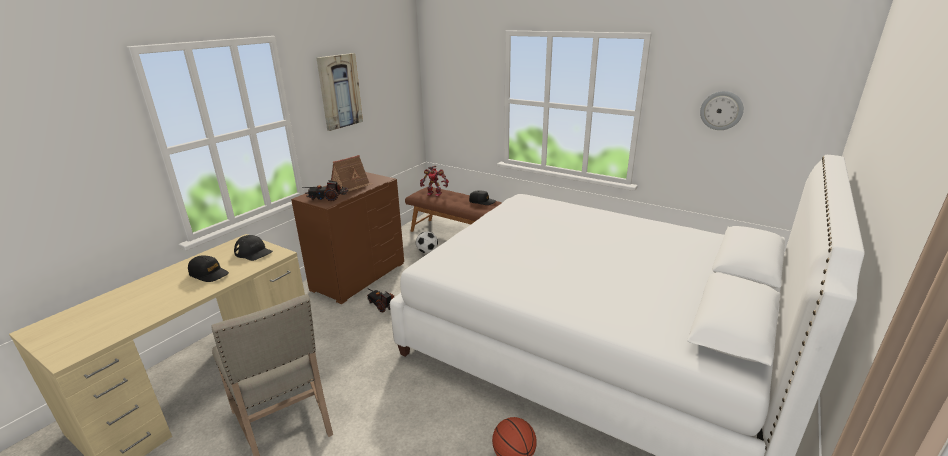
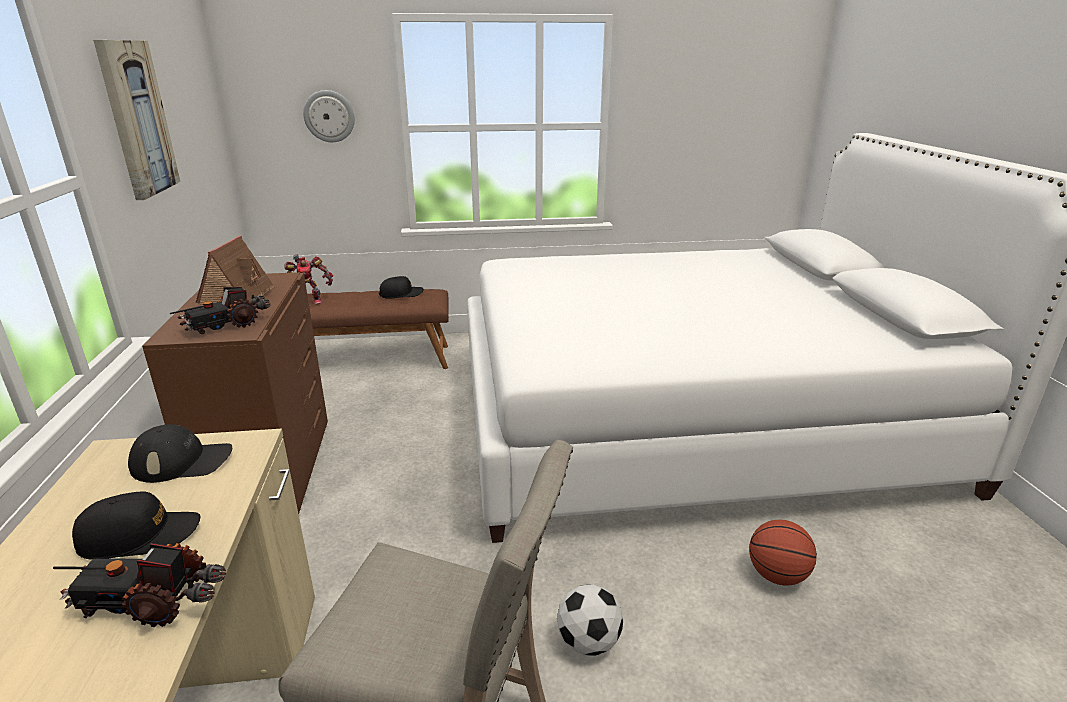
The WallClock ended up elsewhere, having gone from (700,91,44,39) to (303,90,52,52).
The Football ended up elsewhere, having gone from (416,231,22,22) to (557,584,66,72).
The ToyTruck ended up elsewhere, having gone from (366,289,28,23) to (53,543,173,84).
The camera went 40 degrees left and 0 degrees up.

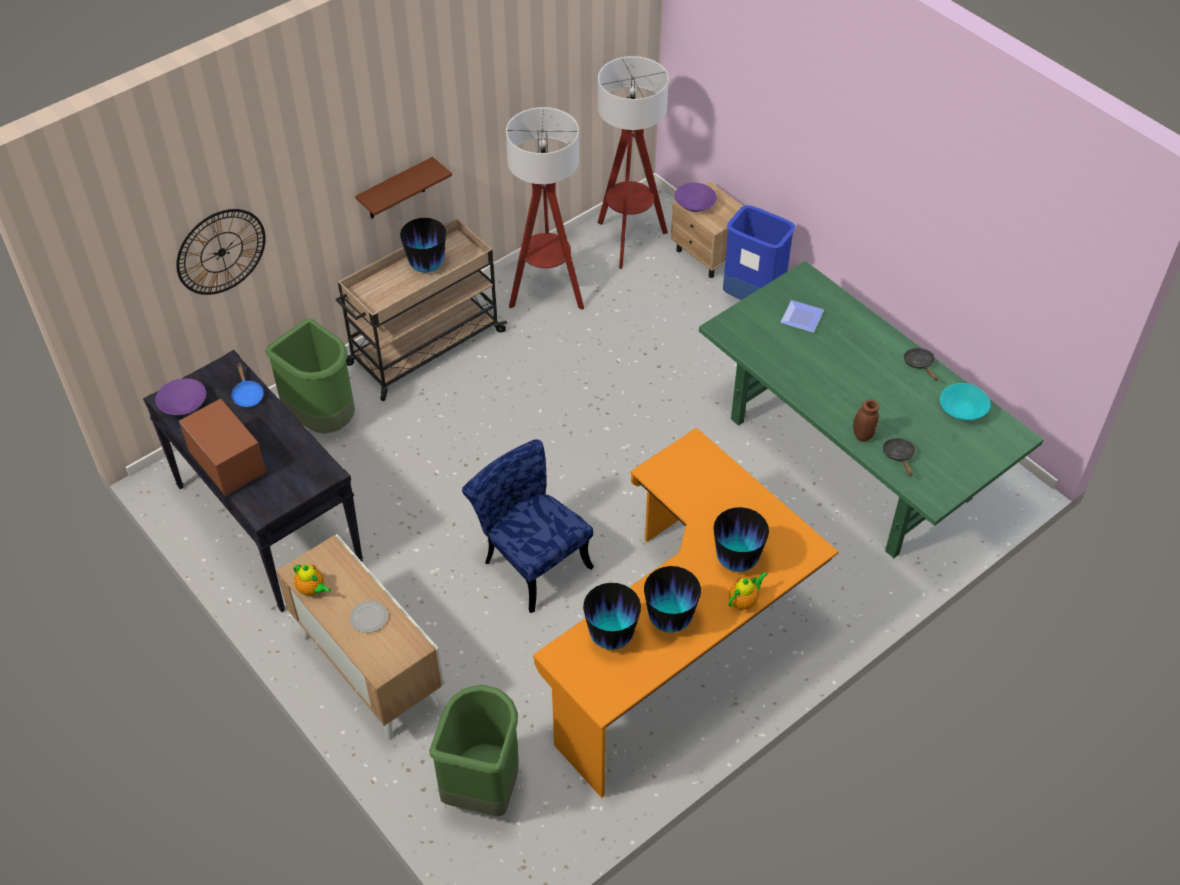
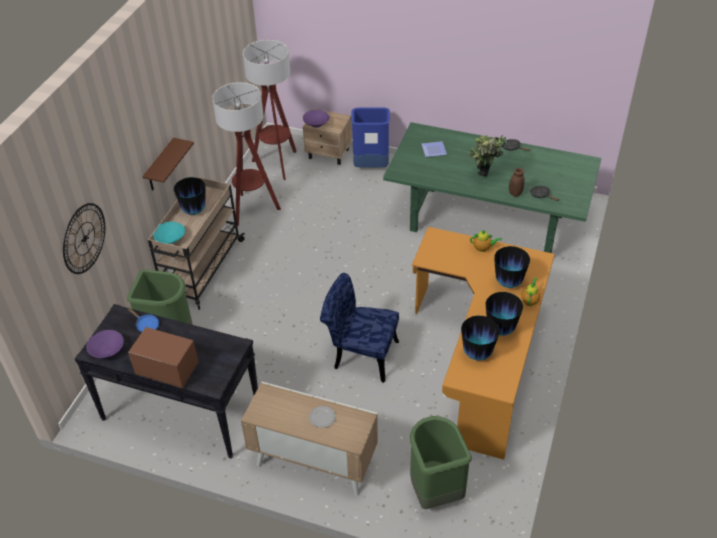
The TurquoiseBowl ended up elsewhere, having gone from (940,383,51,37) to (153,221,32,23).
The Teapot ended up elsewhere, having gone from (293,564,38,32) to (470,230,32,22).
The second view gained the PottedPlant at (468,135,40,42).
The camera went 30 degrees left and 5 degrees down.

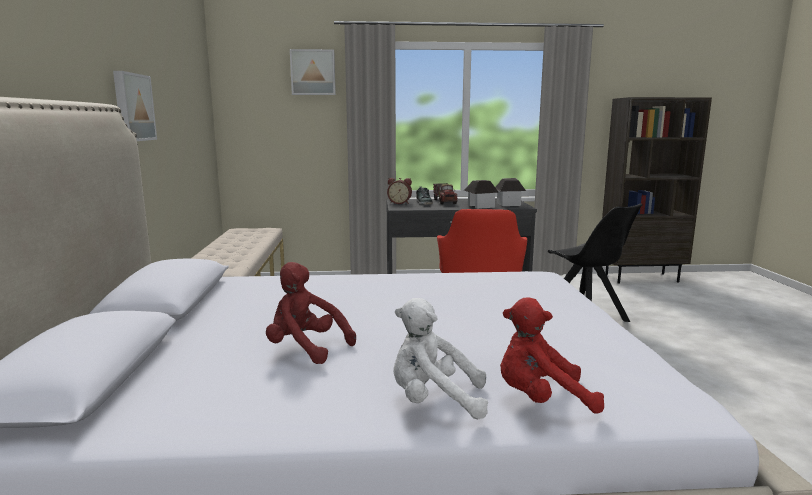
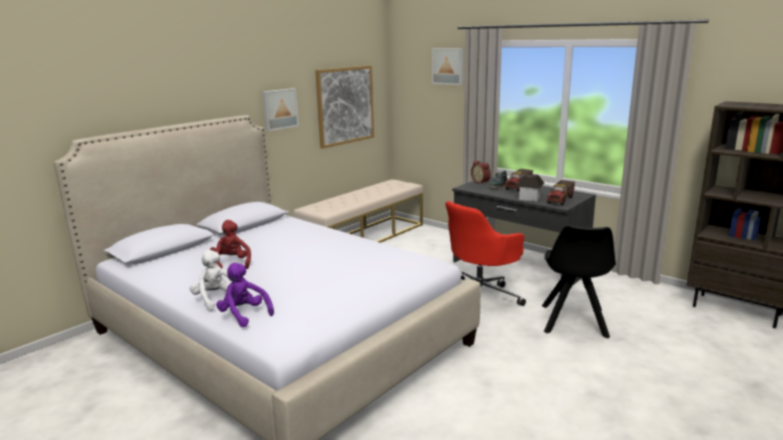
Where the ToyHouse stood at (495,178,31,28), the ToyTruck came to stand at (547,180,28,25).
What was the RedPlushToy at (500,297,104,117) turned into the PurplePlushToy at (216,263,58,64).
The second view gained the Picture at (315,65,59,84).
The camera went 45 degrees right and 5 degrees up.

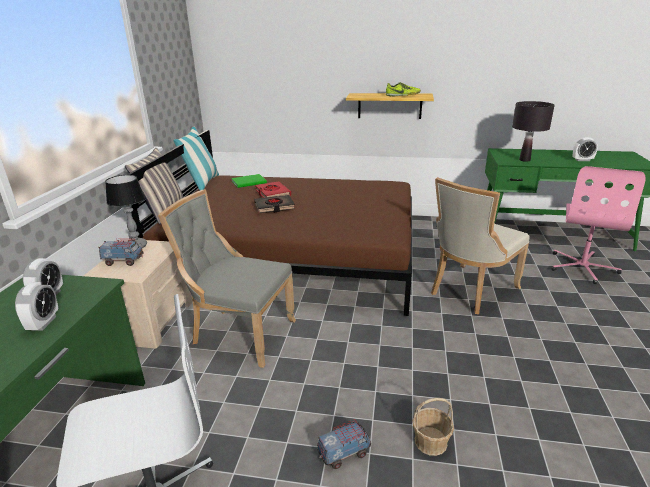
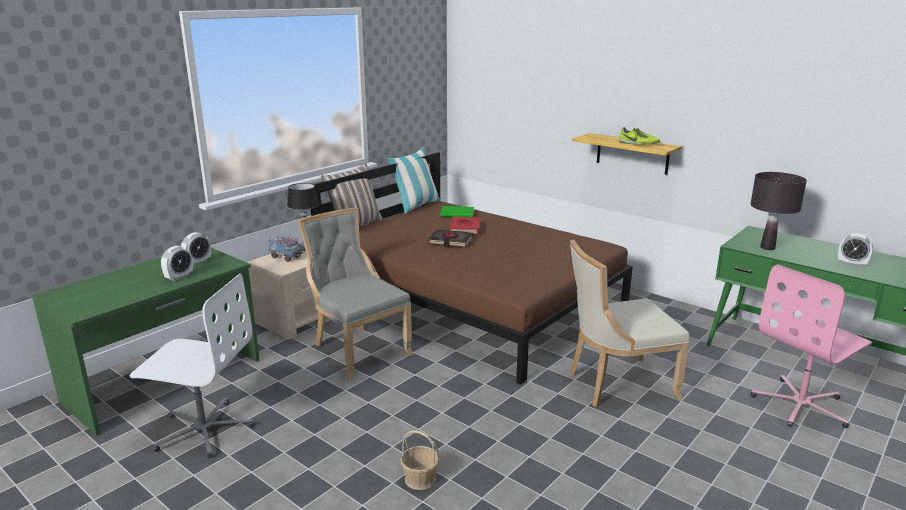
The second view lost the ToyTruck at (317,419,54,50).
The camera went 30 degrees right and 5 degrees down.

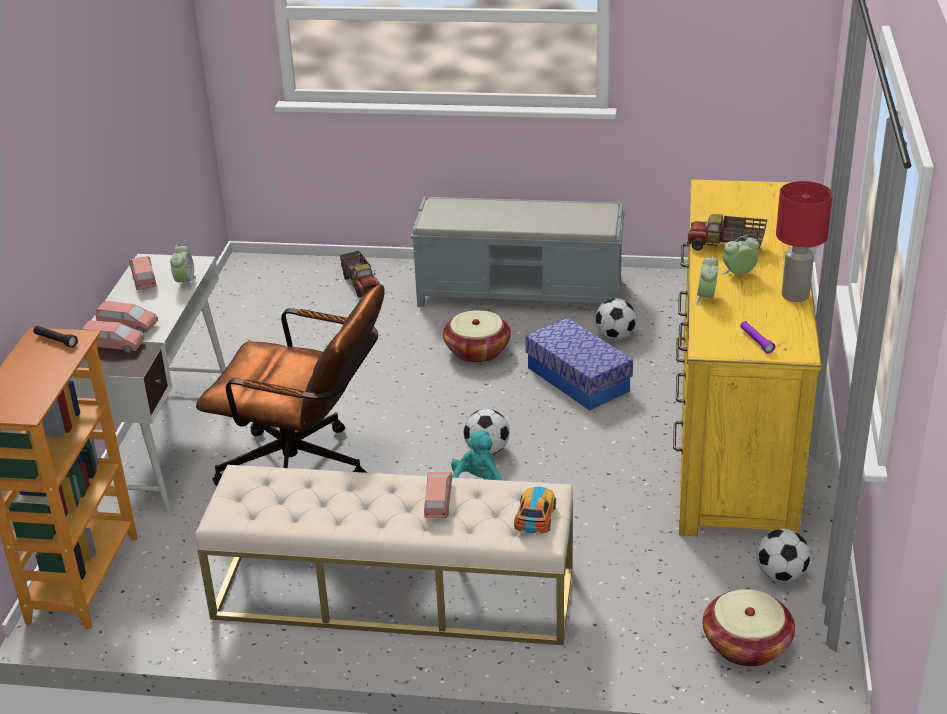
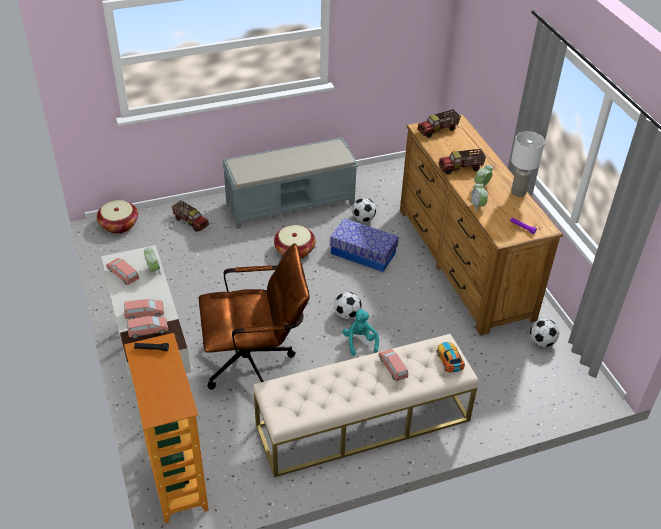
What was the YellowDresser at (673,180,149,356) turned into the BrownDresser at (400,115,163,221).
What was the RedTableLamp at (776,181,57,121) turned into the WhiteTableLamp at (511,131,34,66).
The Basket ended up elsewhere, having gone from (703,589,92,78) to (97,200,41,34).
The second view gained the ToyTruck at (417,109,44,29).
The camera went 30 degrees left and 10 degrees up.

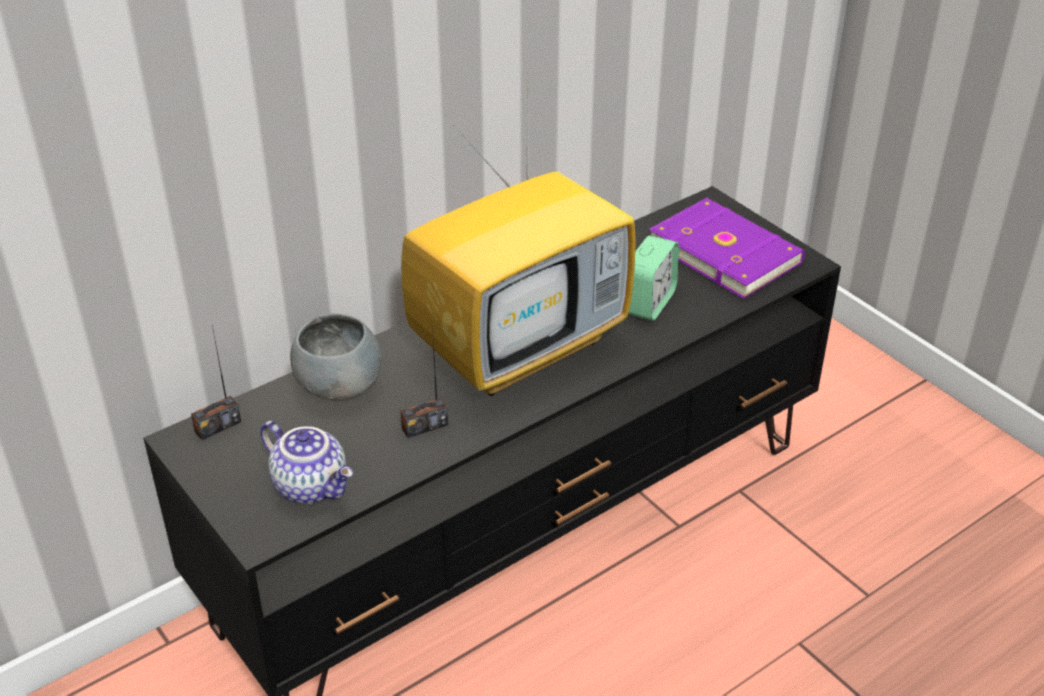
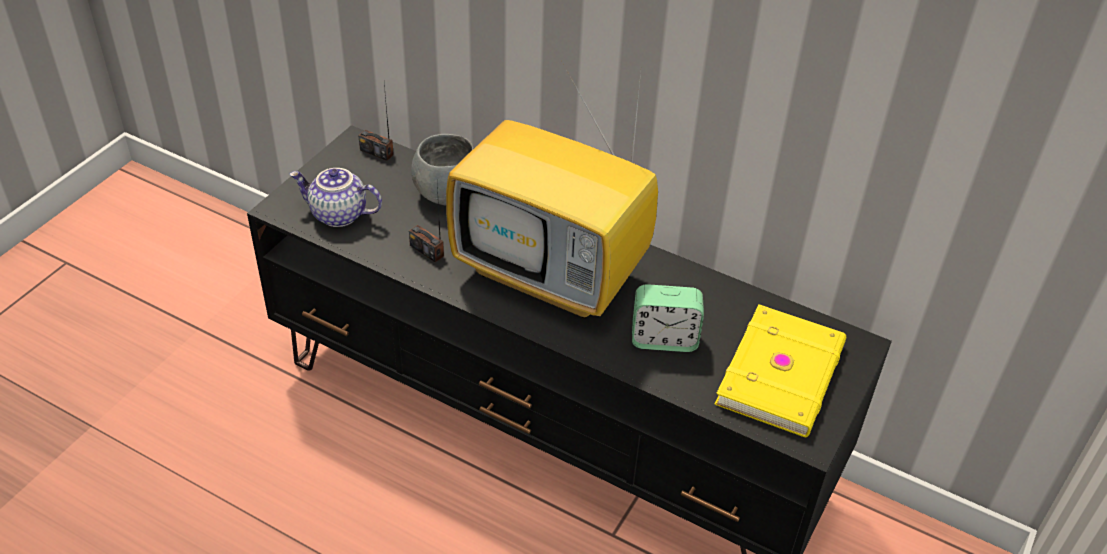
What was the PurpleBook at (649,198,156,101) turned into the YellowBook at (714,304,132,133).
The Teapot at (260,421,93,83) ended up facing another way, 90 degrees clockwise from before.
The camera went 65 degrees right and 5 degrees up.

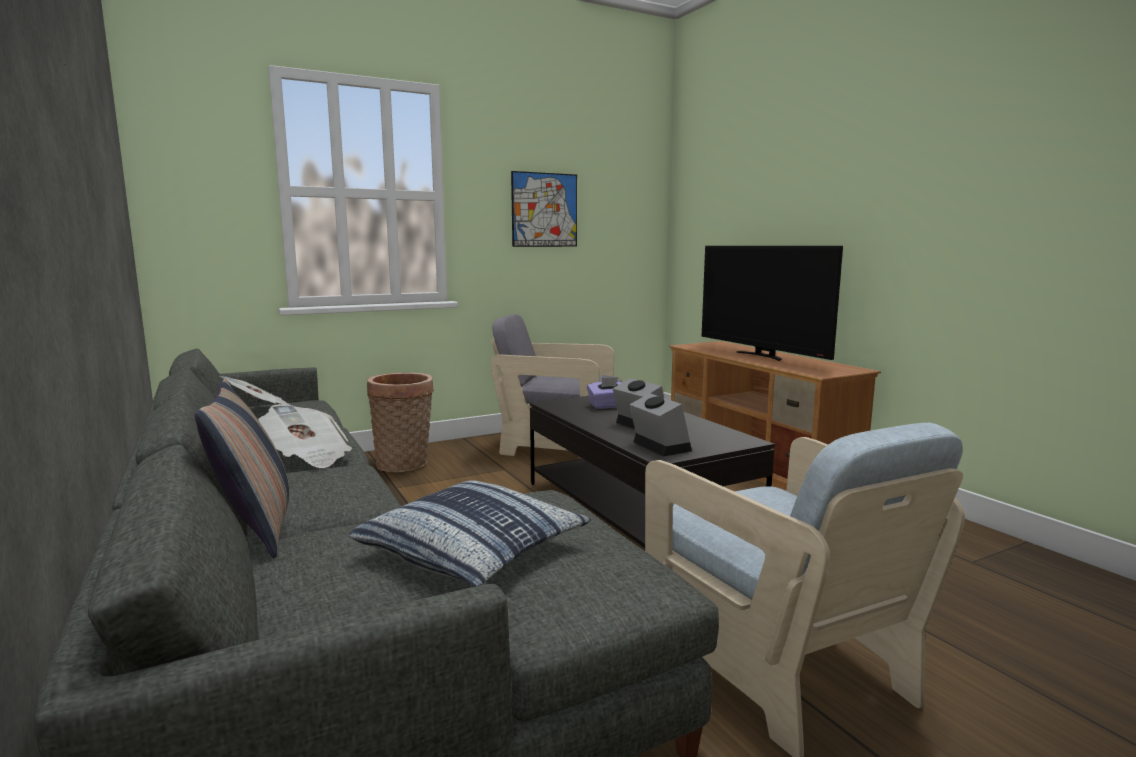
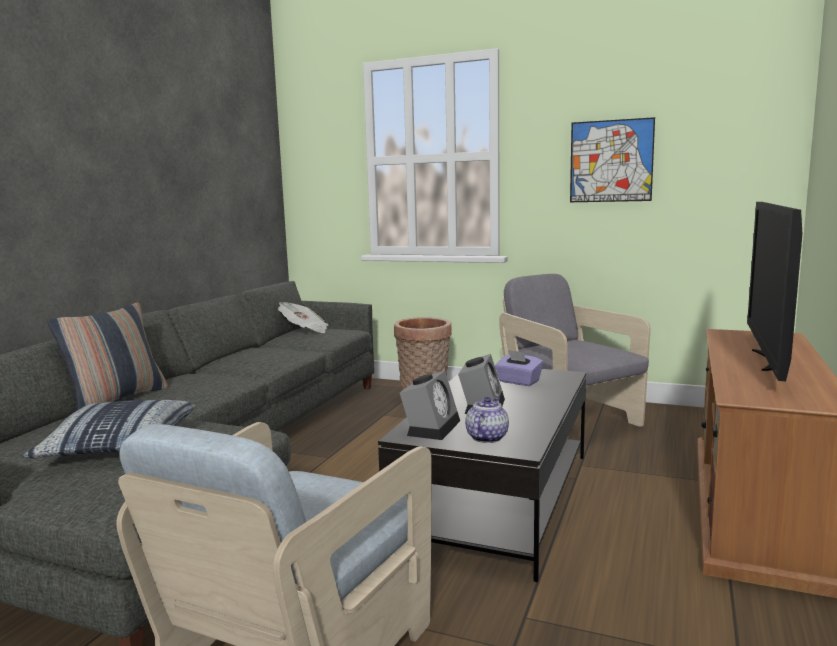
The second view lost the Newspaper at (259,404,93,64).
The second view gained the Teapot at (465,397,44,46).
The camera went 50 degrees right and 0 degrees up.

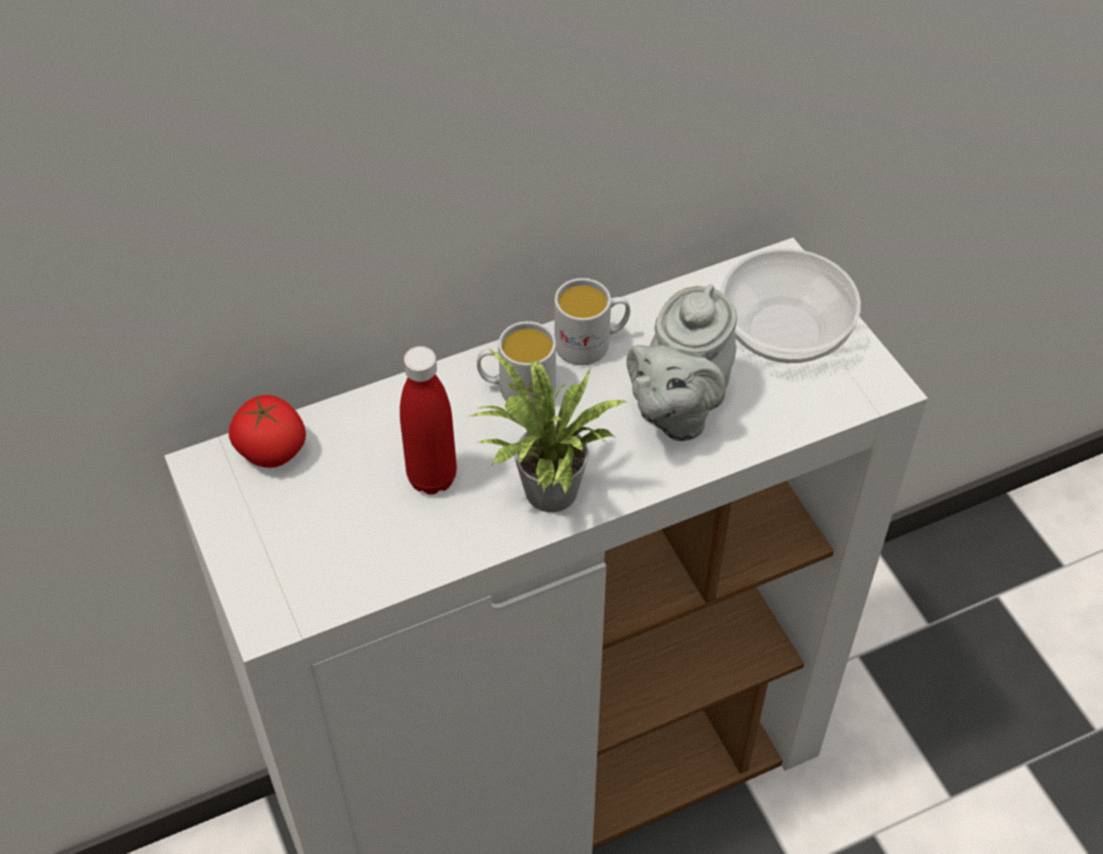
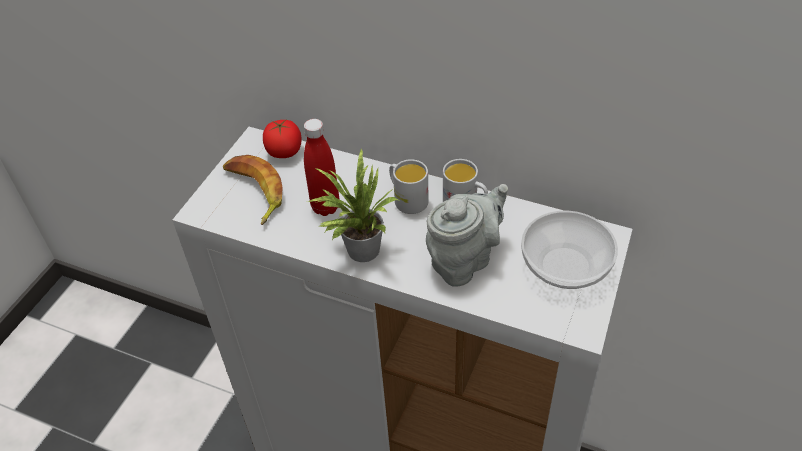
The GreyTeapot at (626,284,111,157) ended up facing another way, 150 degrees clockwise from before.
The second view gained the Banana at (223,155,60,70).
The camera went 50 degrees right and 5 degrees down.

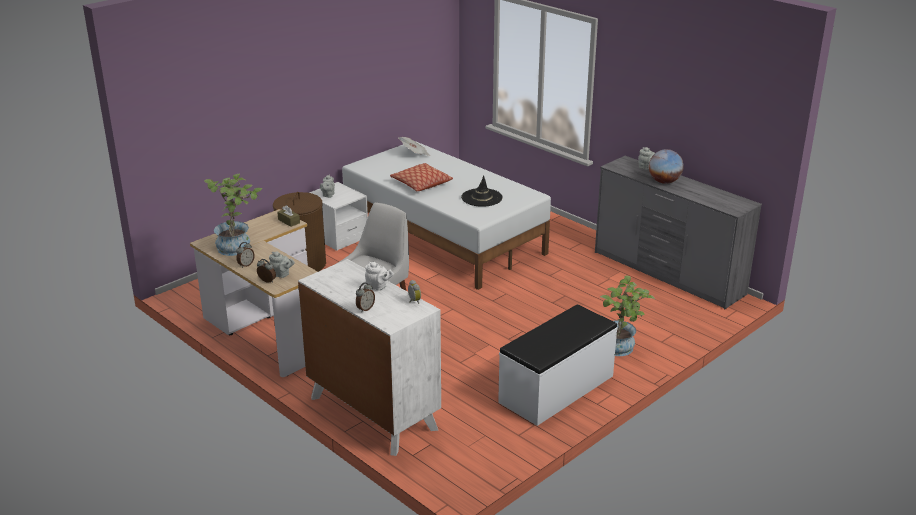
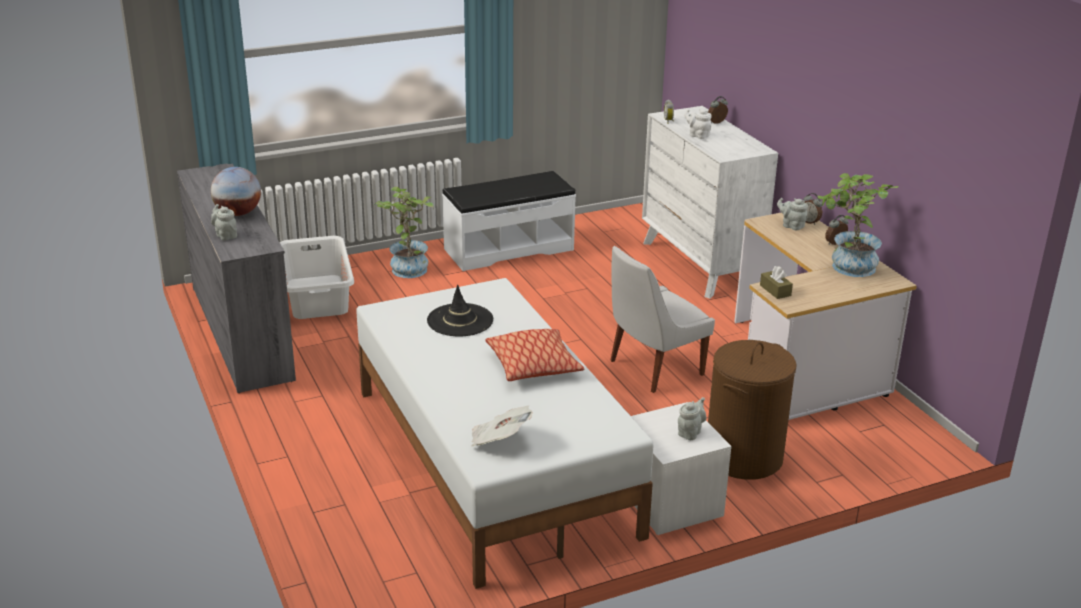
The second view gained the WhiteLaundryBasket at (280,236,74,83).
The camera went 160 degrees left and 0 degrees up.

